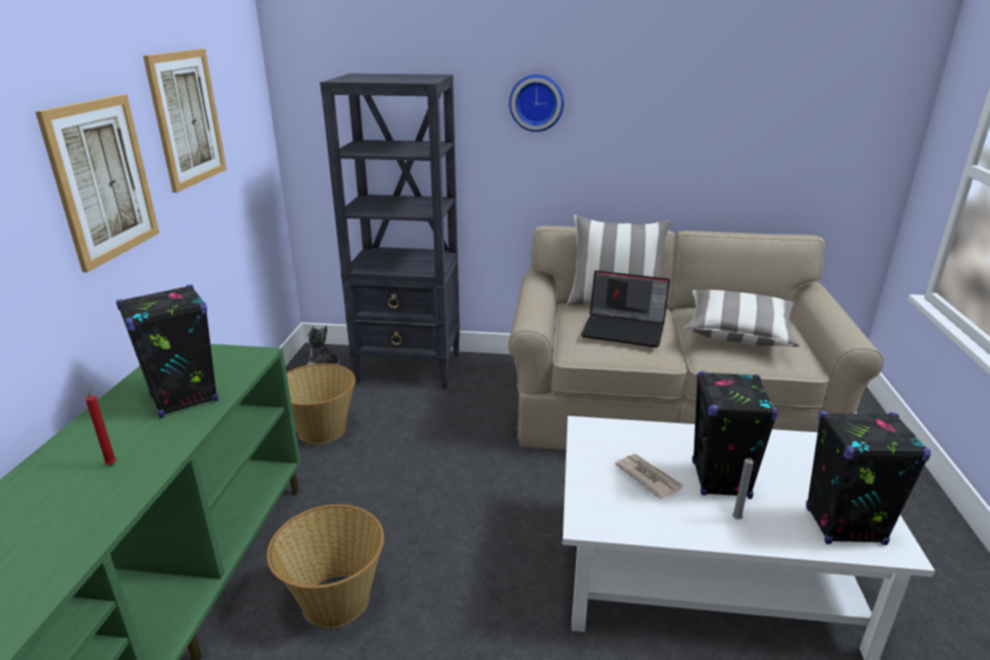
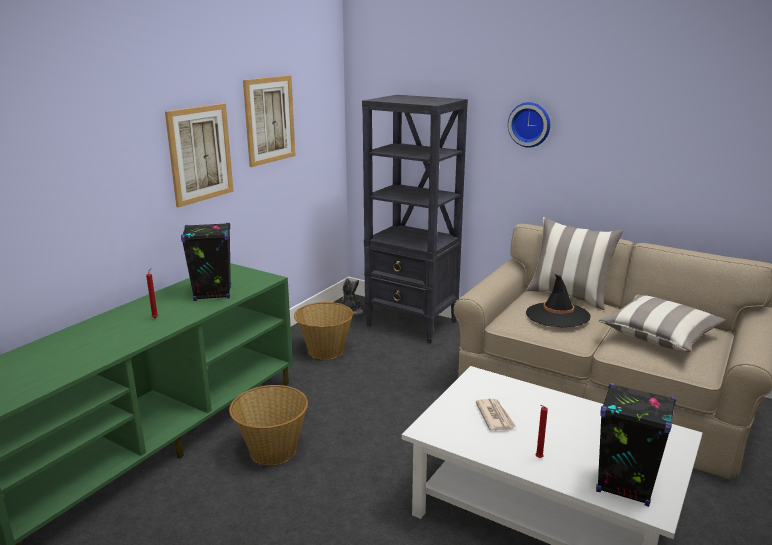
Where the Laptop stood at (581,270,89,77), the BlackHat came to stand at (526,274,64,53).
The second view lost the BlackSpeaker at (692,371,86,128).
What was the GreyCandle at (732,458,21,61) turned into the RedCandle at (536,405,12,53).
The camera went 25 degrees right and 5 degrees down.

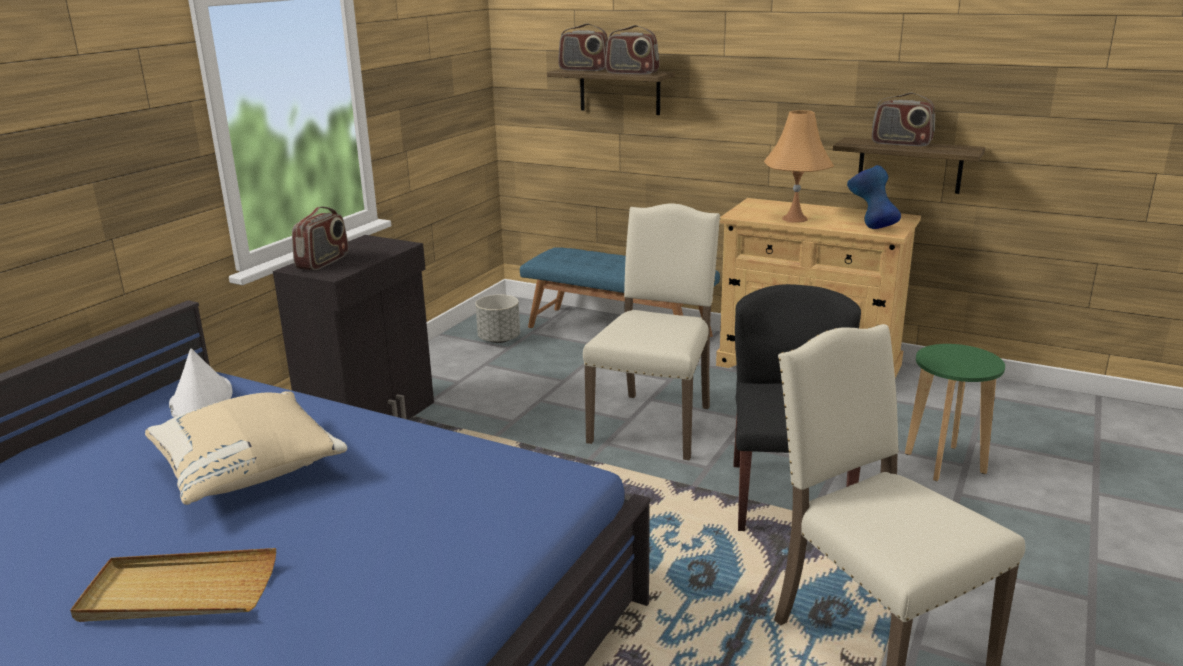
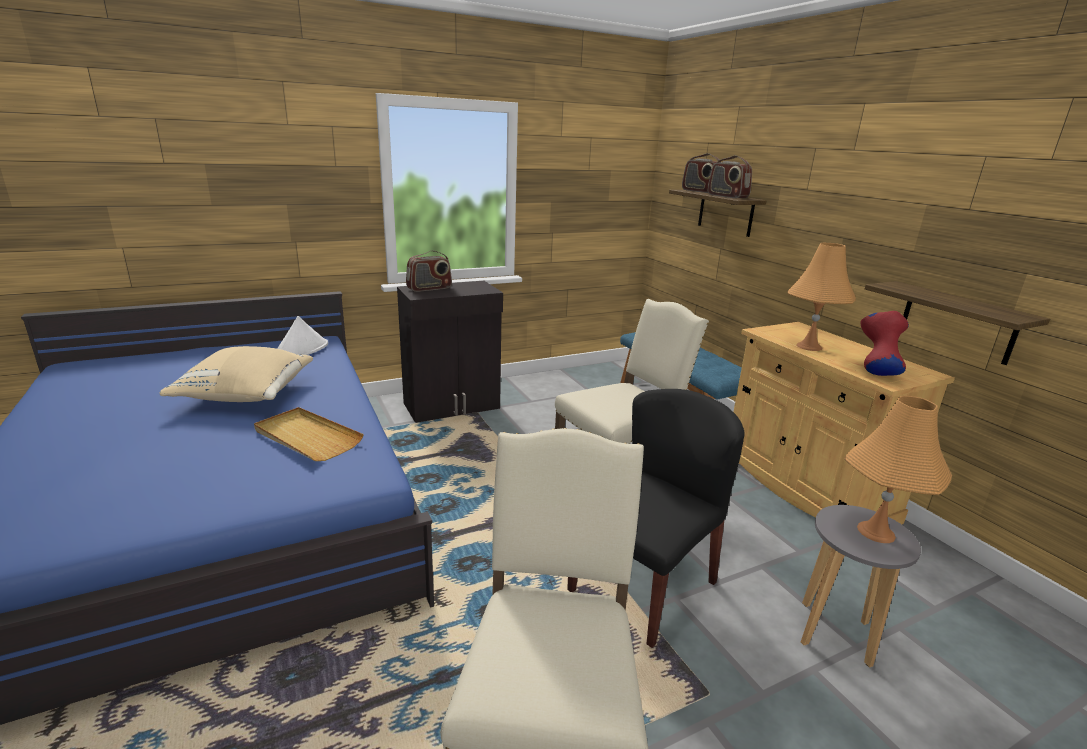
The second view lost the Radio at (872,93,63,53).
What was the BlueVase at (847,165,54,64) turned into the RedVase at (860,311,49,65).
The second view lost the GreyPlanter at (475,295,45,48).
What was the GreenStool at (905,344,100,137) turned into the GreyStool at (801,505,120,162).
The BeigeTray ended up elsewhere, having gone from (70,548,206,74) to (254,407,110,54).
The second view gained the OrangeTableLamp at (844,395,108,148).
The camera went 35 degrees right and 0 degrees up.

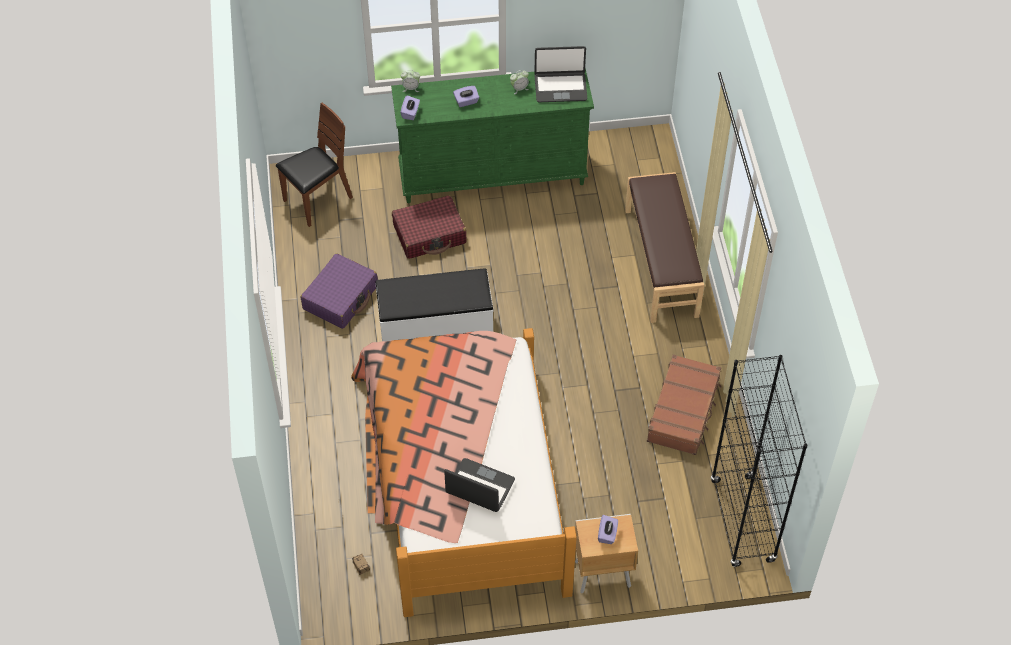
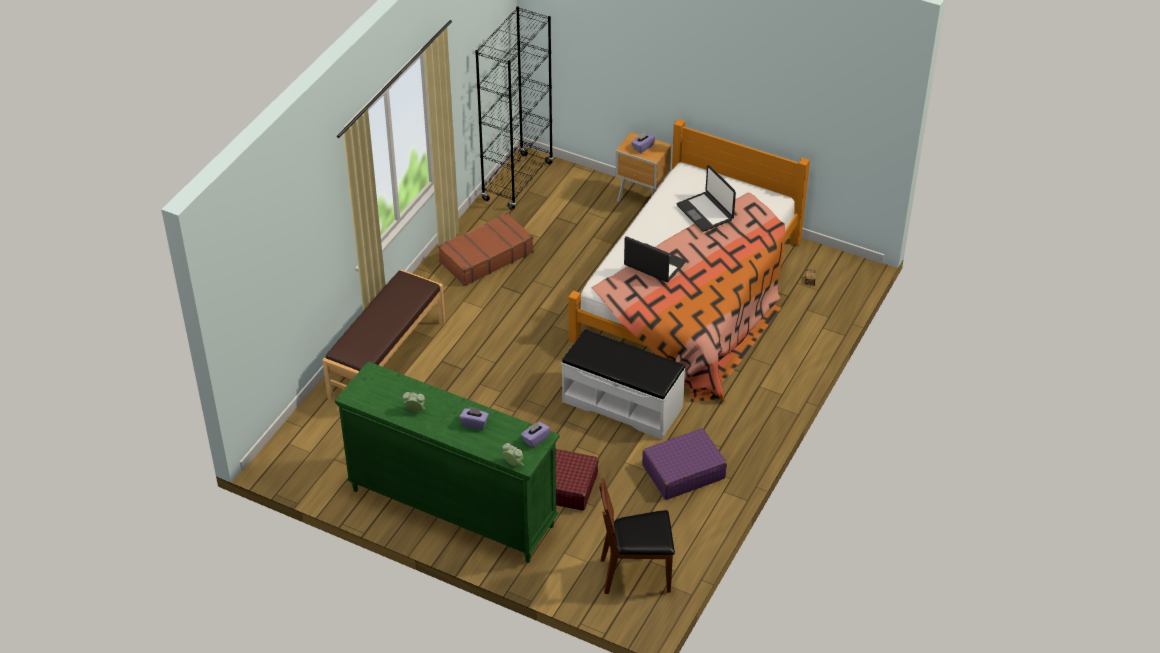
The Laptop ended up elsewhere, having gone from (534,46,53,56) to (624,236,62,46).
The camera went 145 degrees left and 10 degrees down.

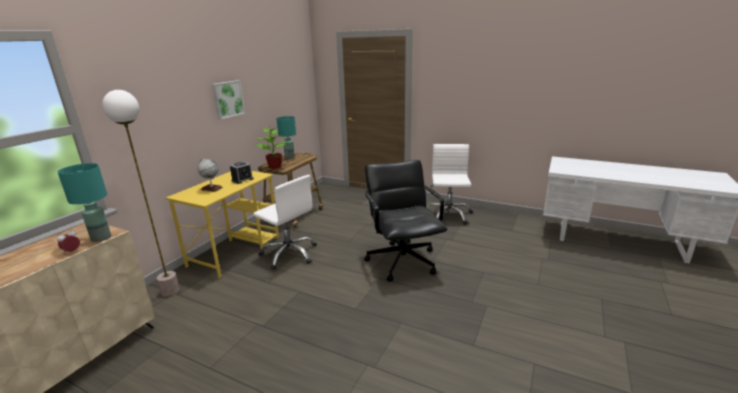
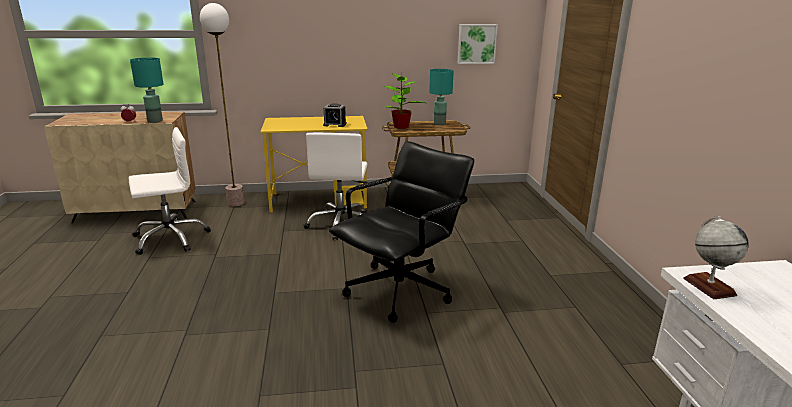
The Picture ended up elsewhere, having gone from (212,80,33,39) to (458,24,40,40).
The WhiteOfficeChair ended up elsewhere, having gone from (426,144,47,81) to (129,127,82,128).
The Globe ended up elsewhere, having gone from (198,159,25,33) to (683,216,66,83).
The camera went 55 degrees right and 0 degrees up.

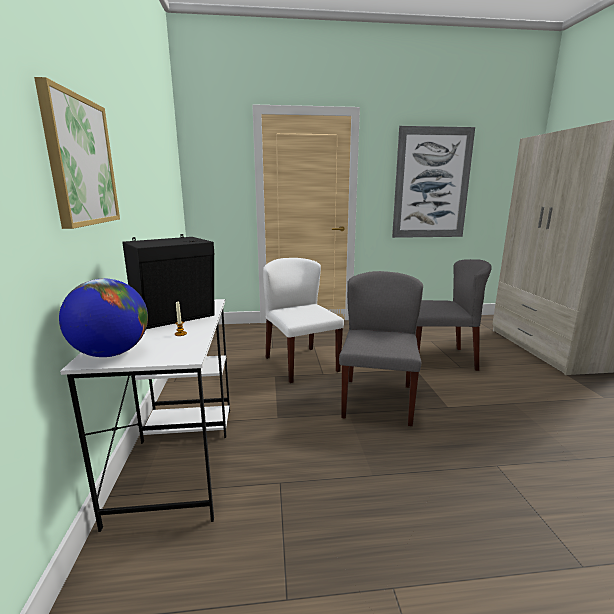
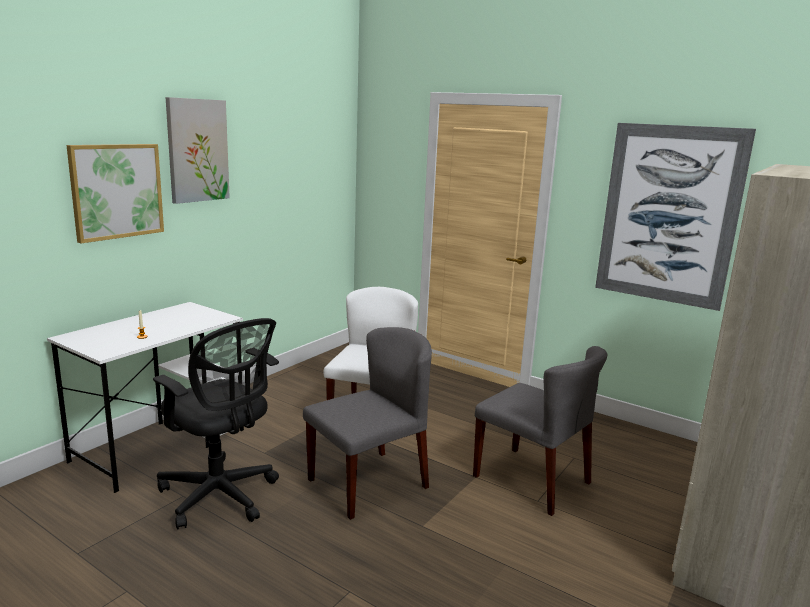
The second view lost the BlackSpeaker at (122,234,92,95).
The second view lost the Globe at (59,279,89,78).
The second view gained the Picture at (166,97,64,107).
The second view gained the BlackOfficeChair at (153,318,126,212).
The camera went 40 degrees right and 0 degrees up.

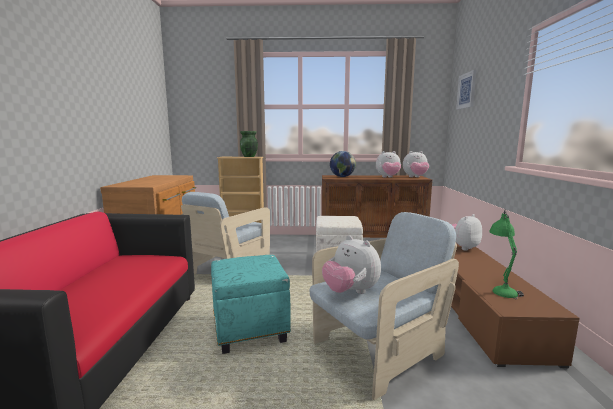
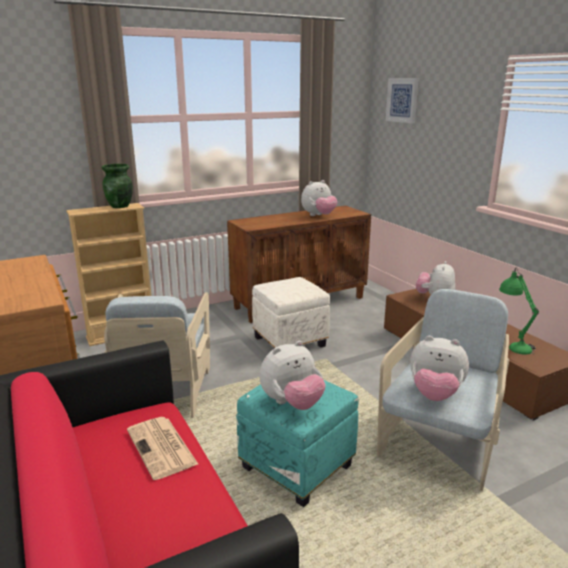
The second view lost the Globe at (330,151,26,26).
The PlushToy ended up elsewhere, having gone from (403,151,26,26) to (260,341,65,69).
The second view gained the Newspaper at (127,417,71,63).
The camera went 30 degrees left and 10 degrees up.

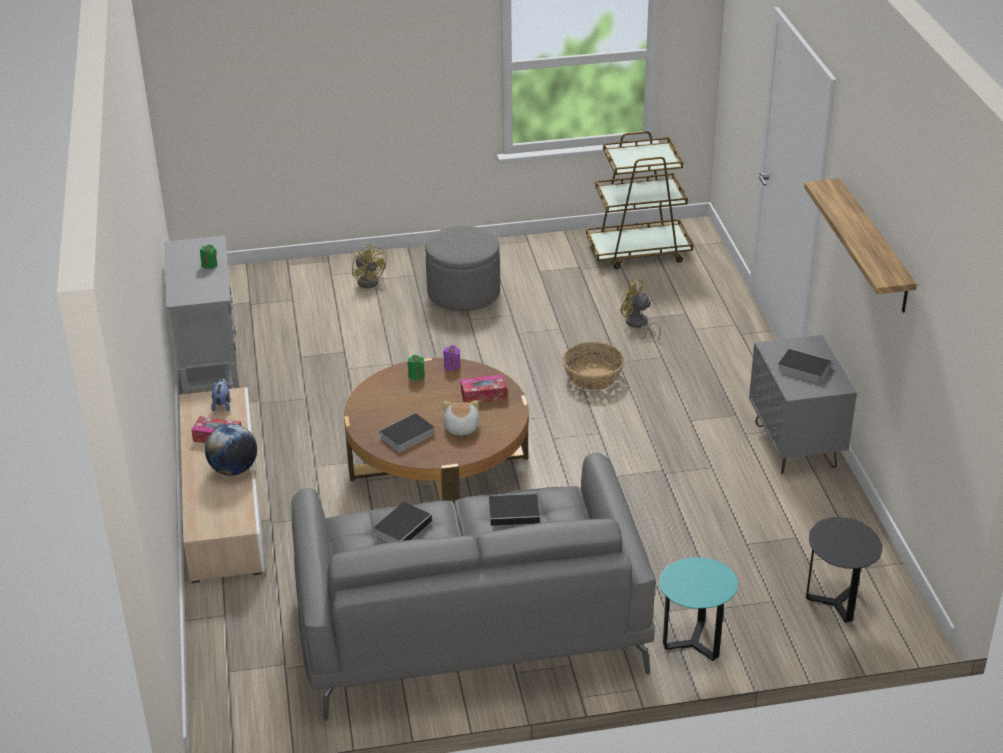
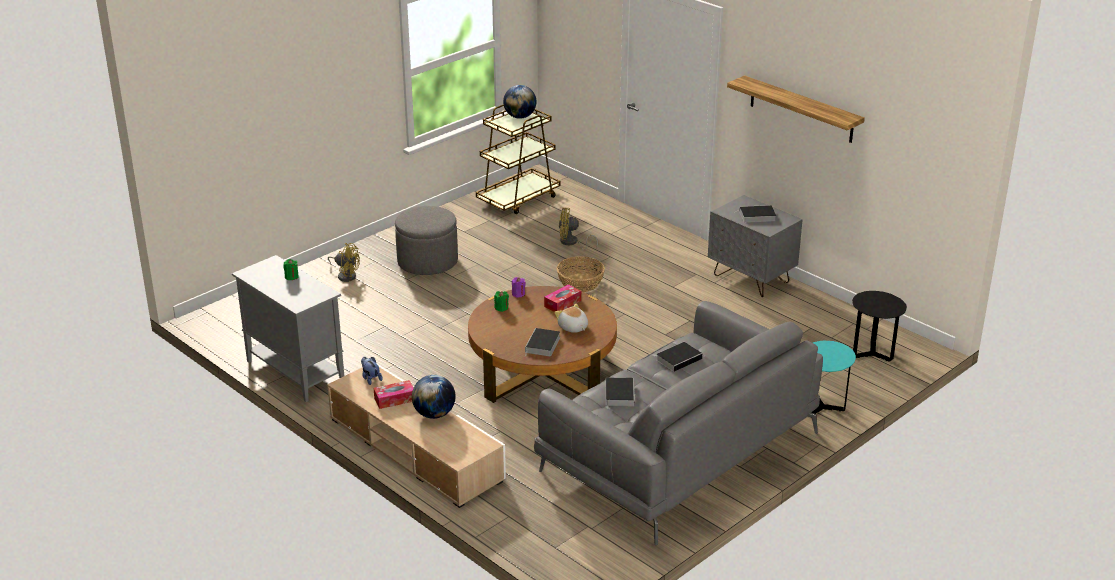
The second view gained the Globe at (503,85,34,34).
The camera went 35 degrees left and 5 degrees down.

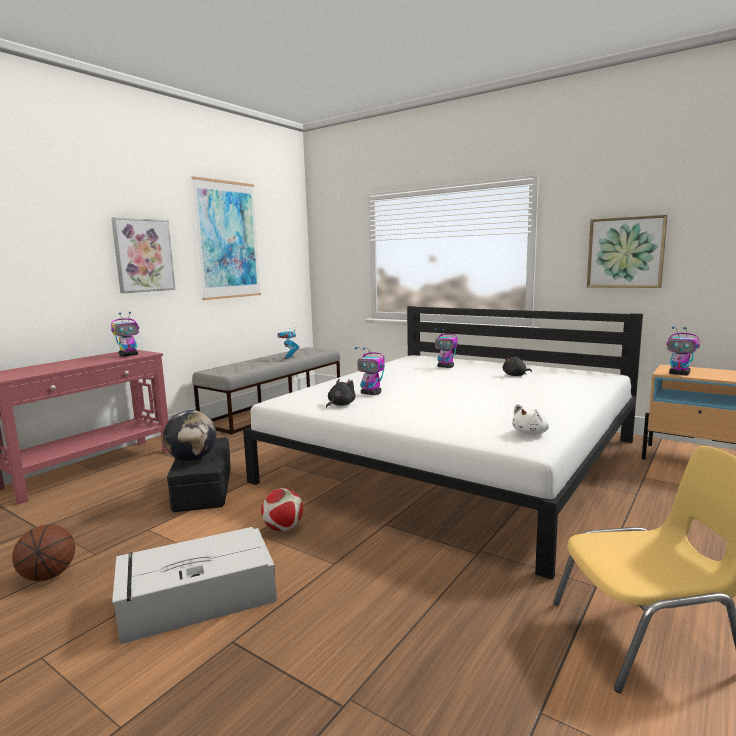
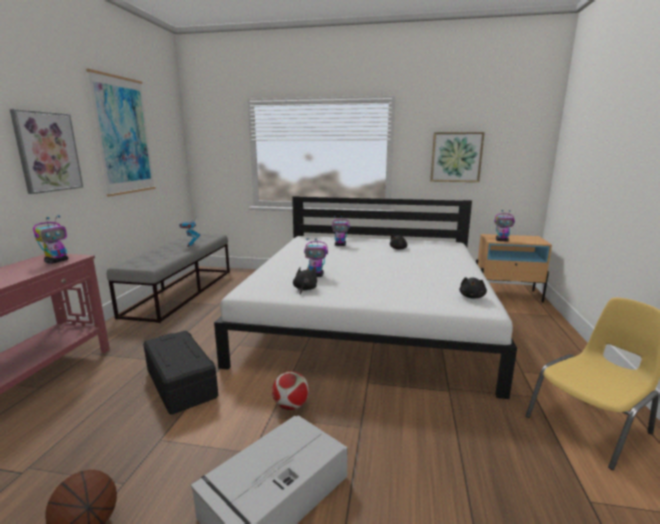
What was the WhitePlushToy at (512,404,37,31) turned into the BlackPlushToy at (459,277,28,22).
The second view lost the Globe at (163,410,54,51).
The camera went 25 degrees left and 5 degrees up.

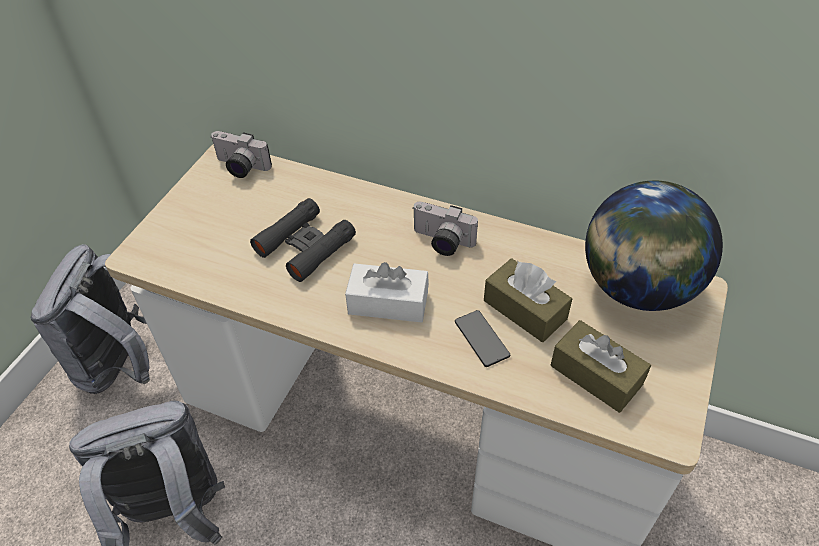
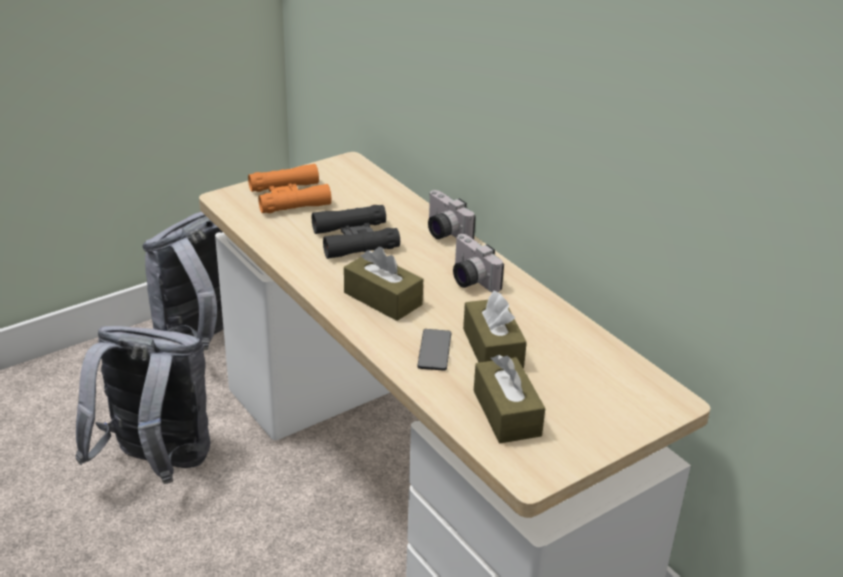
The PhotoCamera ended up elsewhere, having gone from (210,131,62,47) to (428,190,48,49).
The second view lost the Globe at (585,181,138,130).
What was the WhiteTissueBox at (345,262,84,61) turned into the BrownTissueBox at (344,247,79,74).
The second view gained the OrangeBinoculars at (248,164,84,49).
The camera went 30 degrees right and 15 degrees down.

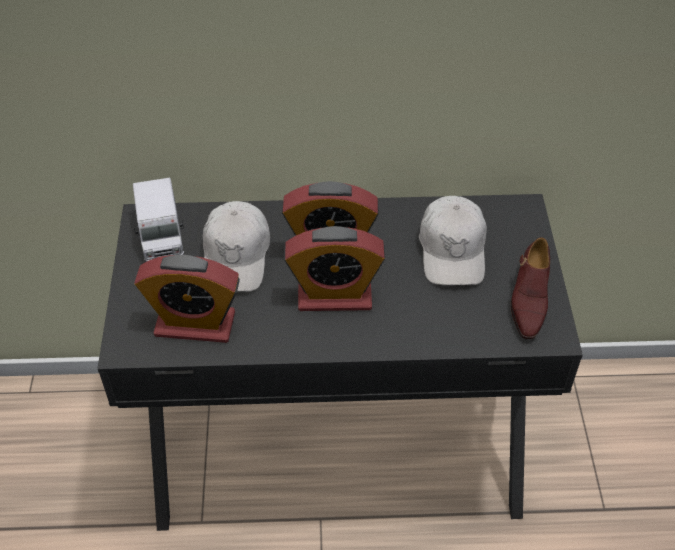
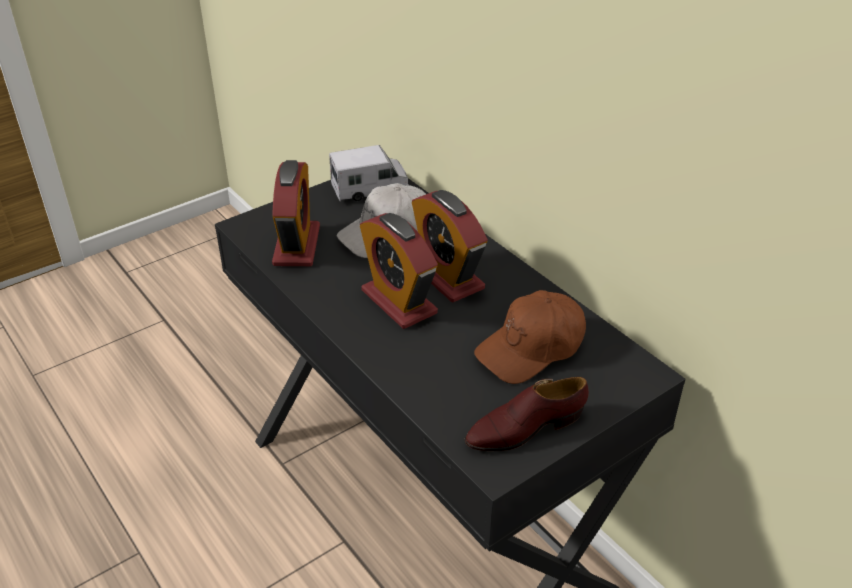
The ToyTruck at (133,178,51,84) ended up facing another way, 150 degrees counterclockwise from before.
What was the WhiteCap at (419,196,68,89) turned into the BrownCap at (474,290,112,94).
The AlarmClock at (134,255,106,88) ended up facing another way, 150 degrees counterclockwise from before.
The camera went 55 degrees right and 10 degrees down.

